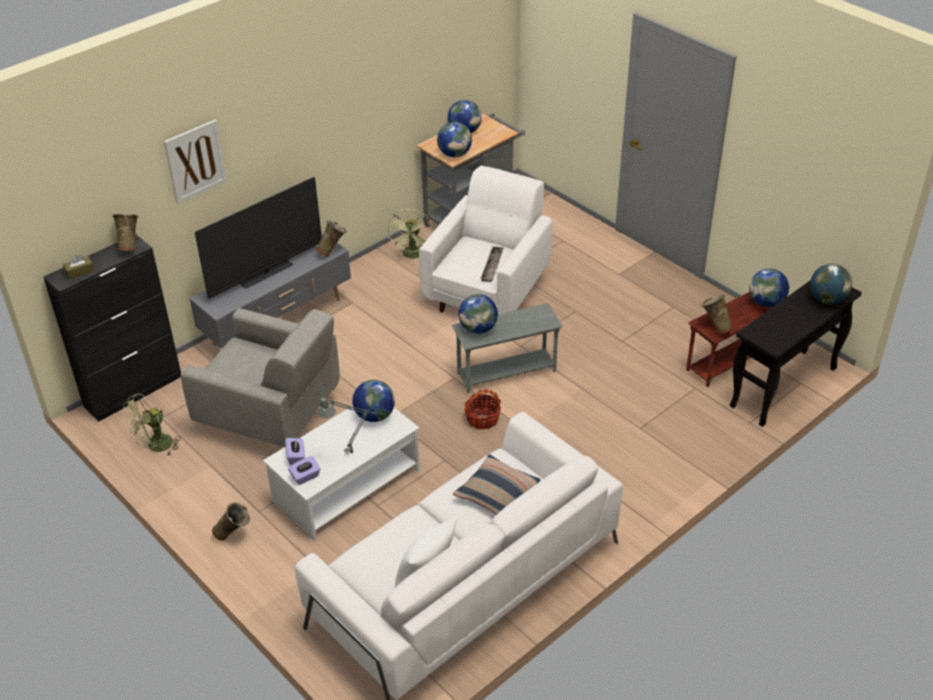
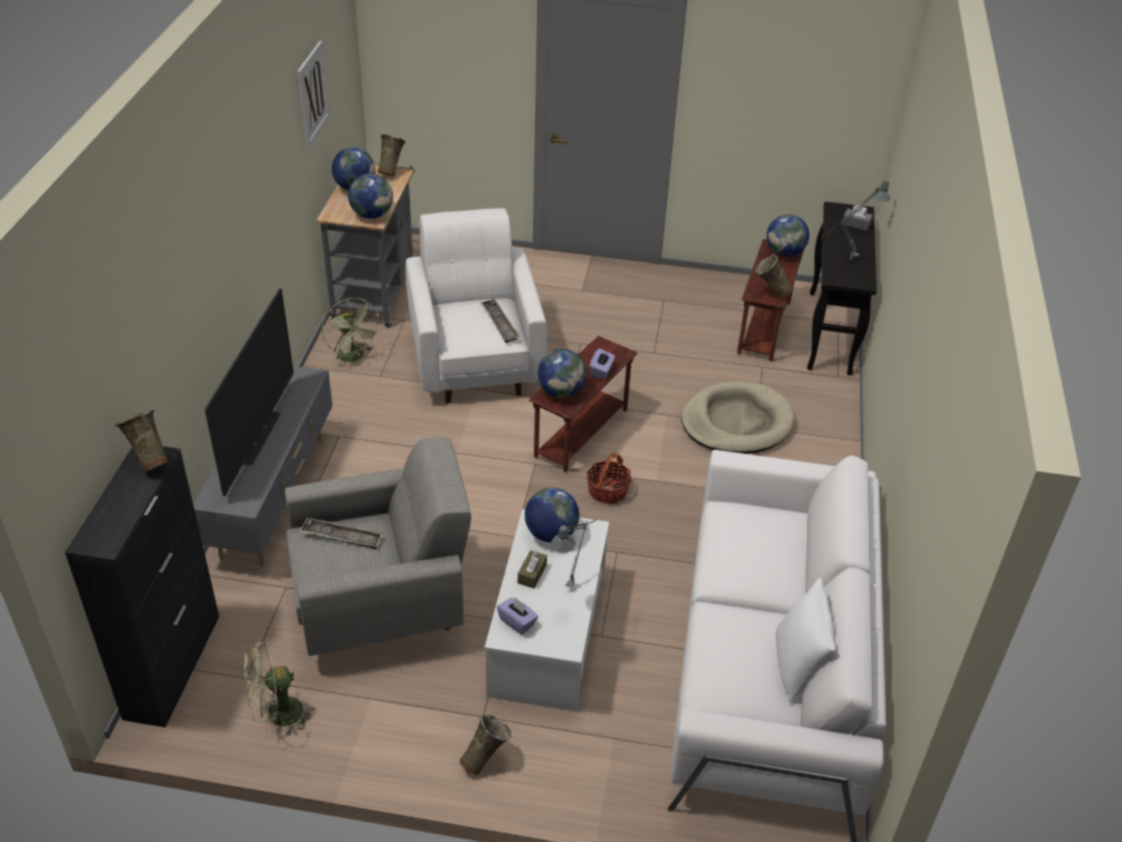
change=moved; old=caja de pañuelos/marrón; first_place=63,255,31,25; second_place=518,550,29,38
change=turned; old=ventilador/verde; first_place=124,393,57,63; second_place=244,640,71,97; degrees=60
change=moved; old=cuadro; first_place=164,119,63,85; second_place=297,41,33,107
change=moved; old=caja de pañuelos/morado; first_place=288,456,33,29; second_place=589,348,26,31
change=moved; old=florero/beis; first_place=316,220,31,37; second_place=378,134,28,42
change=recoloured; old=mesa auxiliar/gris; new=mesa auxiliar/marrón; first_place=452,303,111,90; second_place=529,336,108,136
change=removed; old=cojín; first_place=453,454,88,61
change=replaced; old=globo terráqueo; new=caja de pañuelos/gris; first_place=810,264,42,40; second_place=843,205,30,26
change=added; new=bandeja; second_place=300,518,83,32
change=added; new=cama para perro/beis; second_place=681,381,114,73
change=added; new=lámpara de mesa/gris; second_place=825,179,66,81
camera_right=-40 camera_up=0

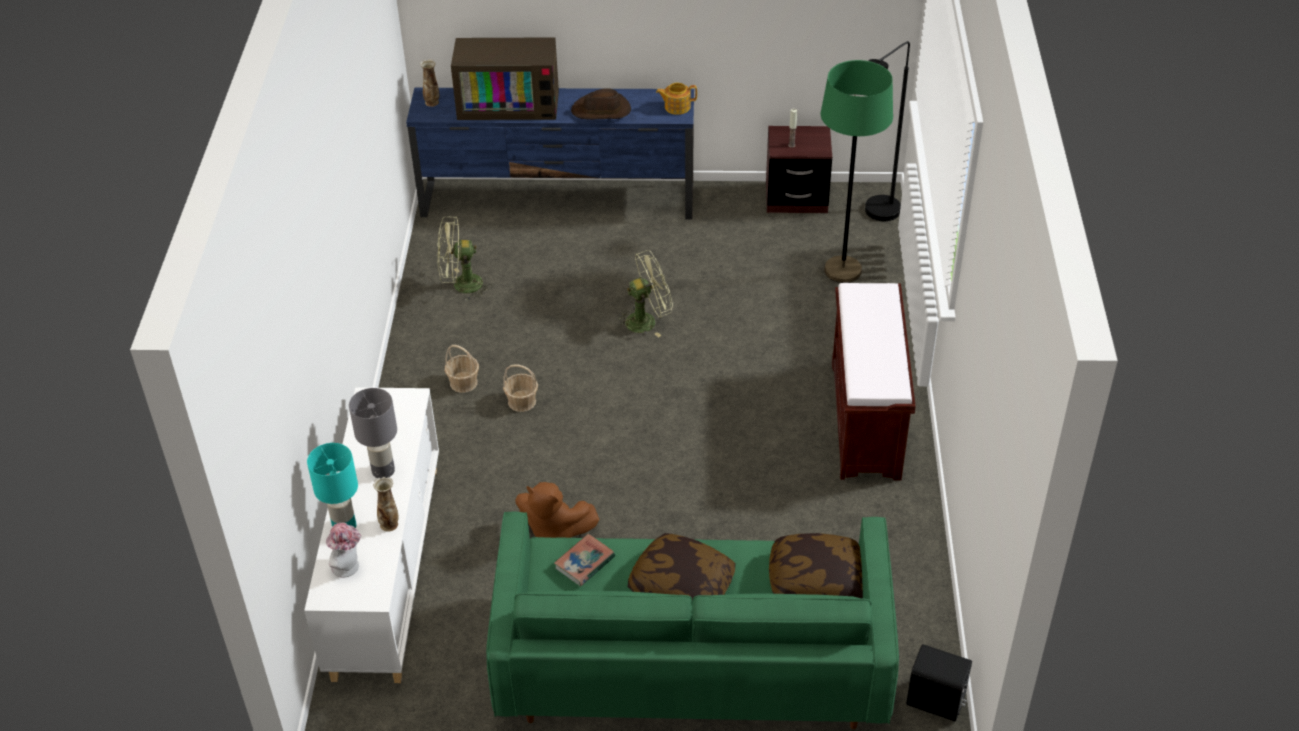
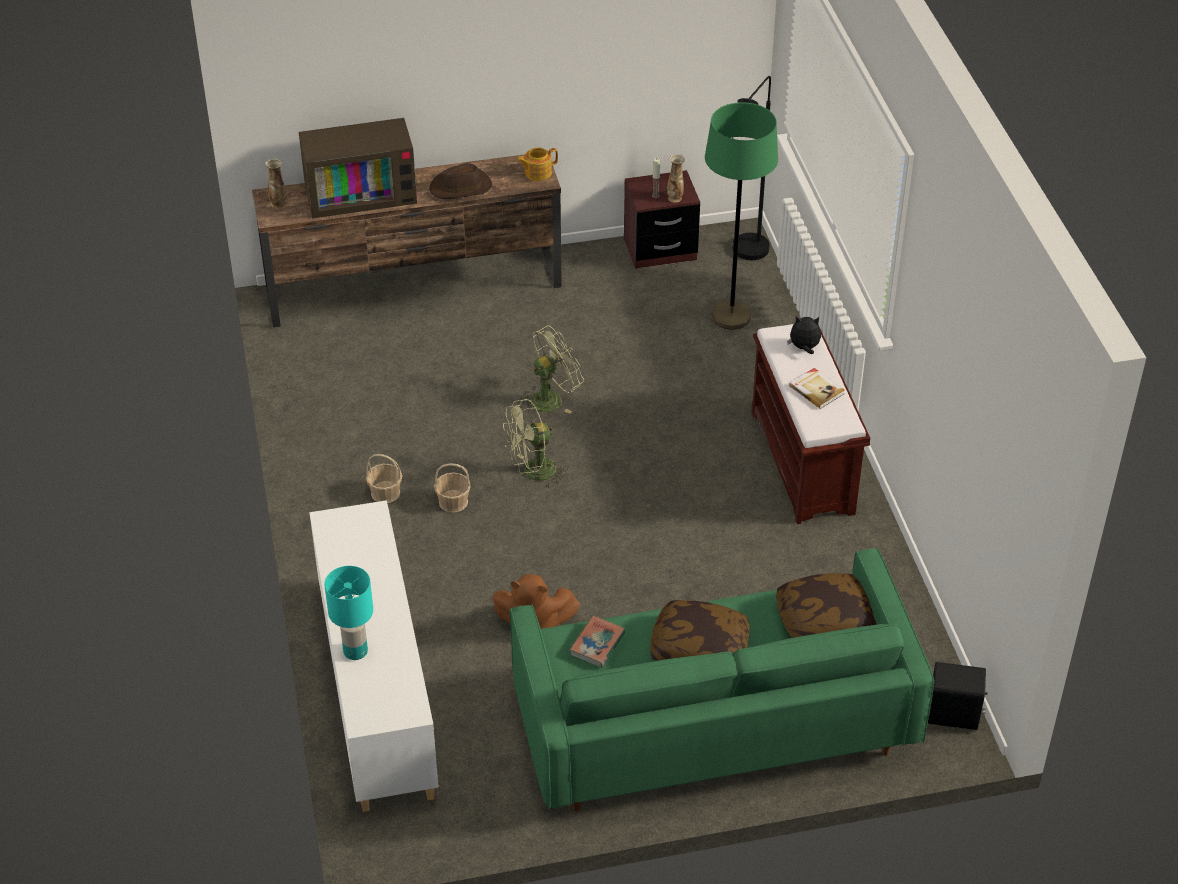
change=removed; old=sombrero; first_place=326,523,35,55
change=removed; old=lámpara de mesa/gris; first_place=349,388,48,90
change=moved; old=florero; first_place=373,477,26,55; second_place=667,154,18,49
change=recoloured; old=mueble de televisión/azul; new=mueble de televisión/marrón; first_place=406,88,288,132; second_place=252,154,310,174
change=moved; old=ventilador/verde; first_place=437,216,55,85; second_place=503,399,65,90
change=added; new=peluche; second_place=787,316,34,38
change=added; new=libro; second_place=789,368,56,41
camera_right=-15 camera_up=0

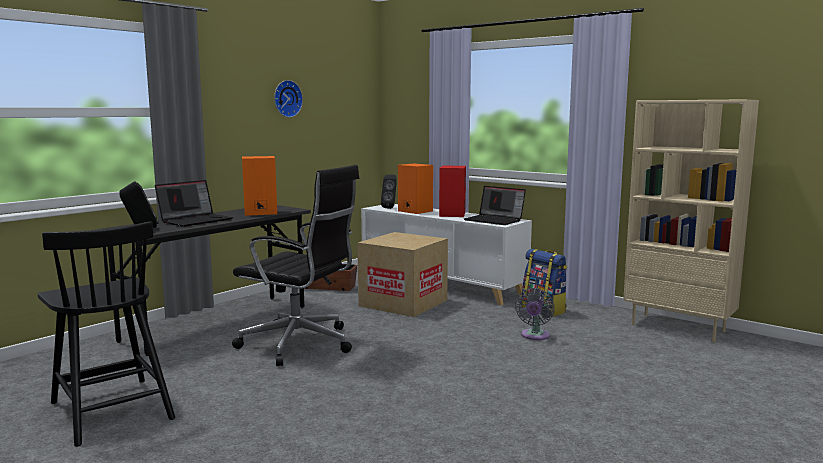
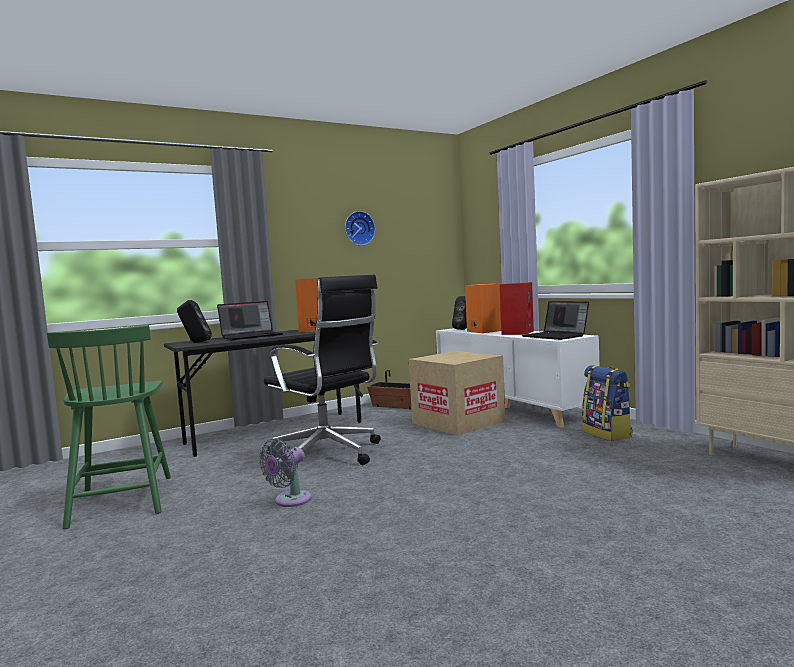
change=recoloured; old=silla/negro; new=silla/verde; first_place=38,221,137,226; second_place=47,325,124,204
change=moved; old=ventilador/gris; first_place=515,288,40,52; second_place=259,438,53,69
camera_right=20 camera_up=-5

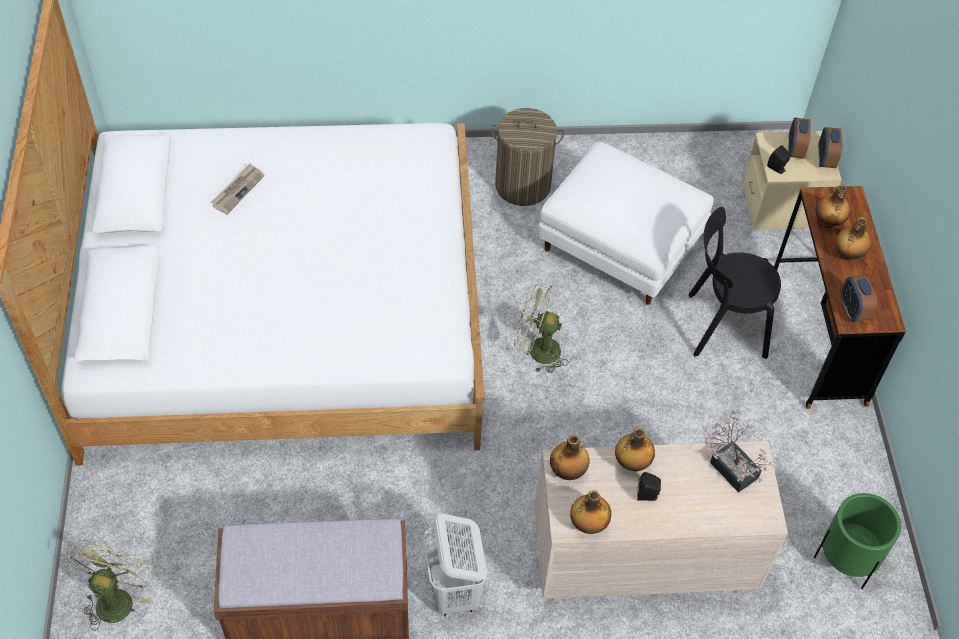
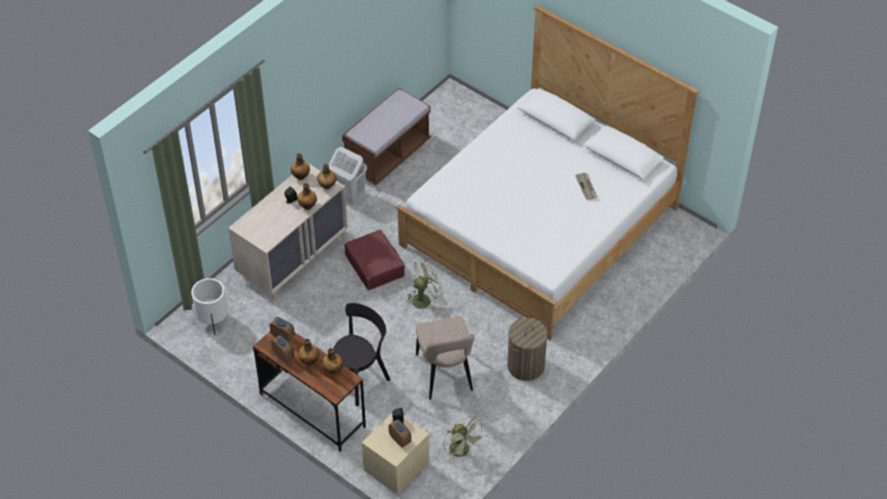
change=moved; old=ventilador/verde; first_place=66,542,86,89; second_place=444,416,42,46
change=replaced; old=puf/blanco; new=silla/beis; first_place=538,141,176,164; second_place=416,316,59,84
change=removed; old=planta en maceta; first_place=704,411,70,82
change=recoloured; old=maceta/verde; new=maceta/blanco; first_place=814,493,87,96; second_place=191,278,37,57
change=moved; old=despertador; first_place=818,127,24,41; second_place=271,335,23,28
change=added; new=maleta/rojo; second_place=344,230,61,60
camera_right=135 camera_up=-5

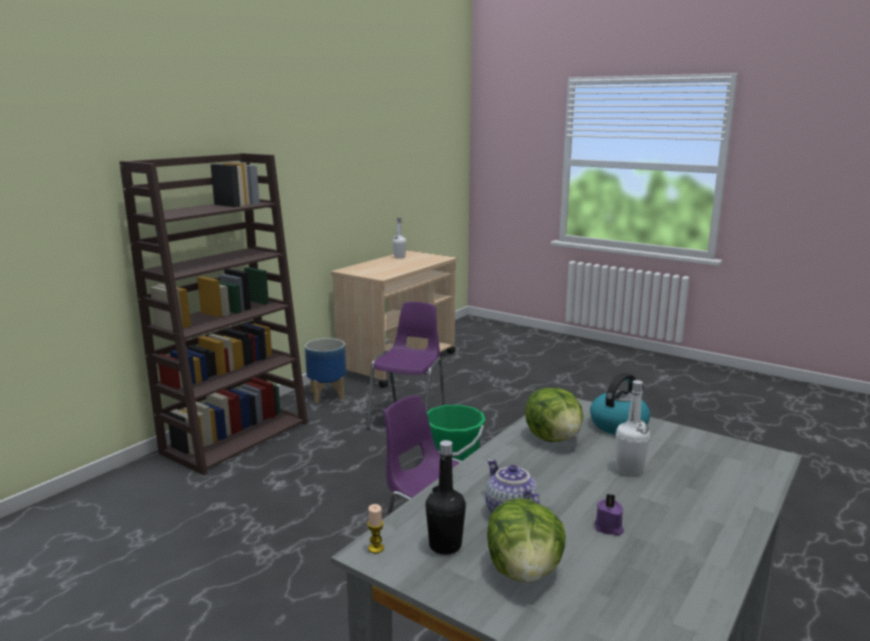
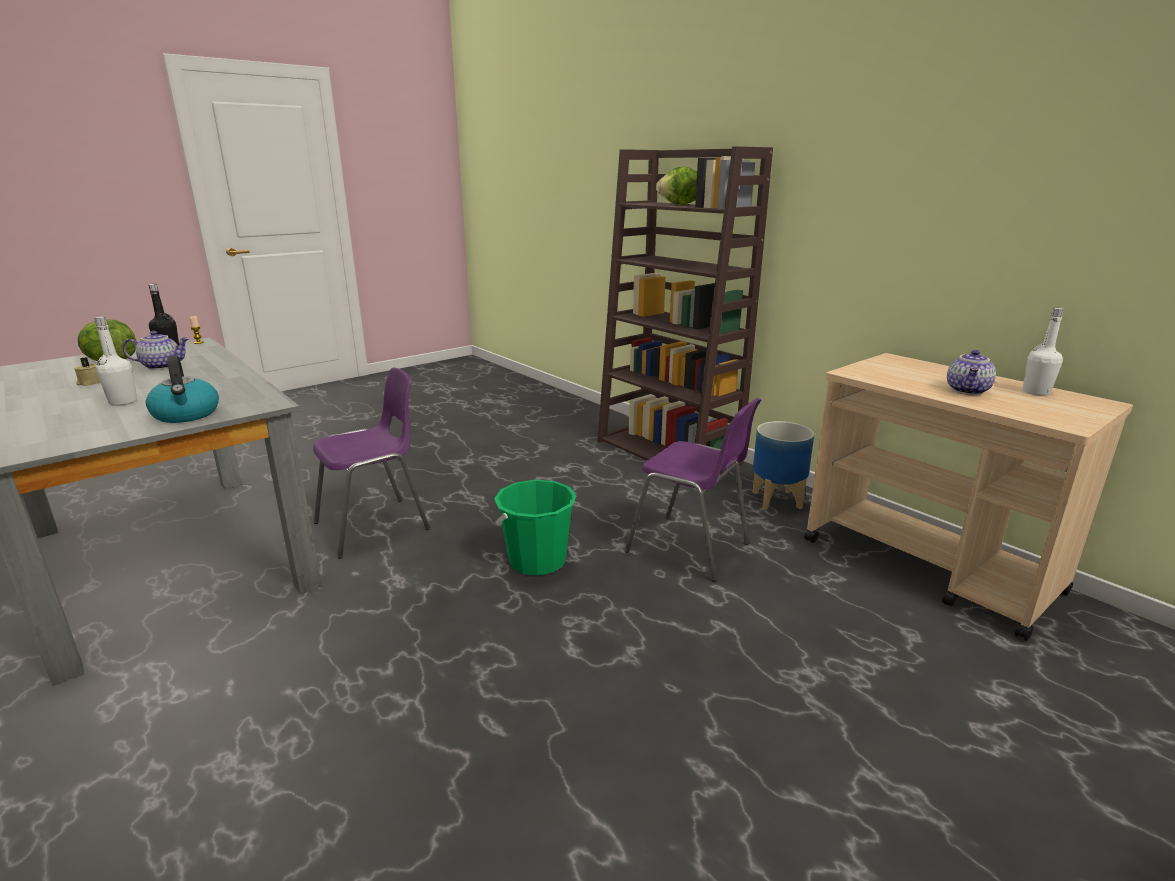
change=moved; old=lechuga; first_place=525,388,58,54; second_place=656,166,41,39
change=recoloured; old=vela/morado; new=vela/beis; first_place=595,494,29,42; second_place=75,357,25,29
change=added; new=tetera; second_place=947,350,49,45
camera_right=105 camera_up=5

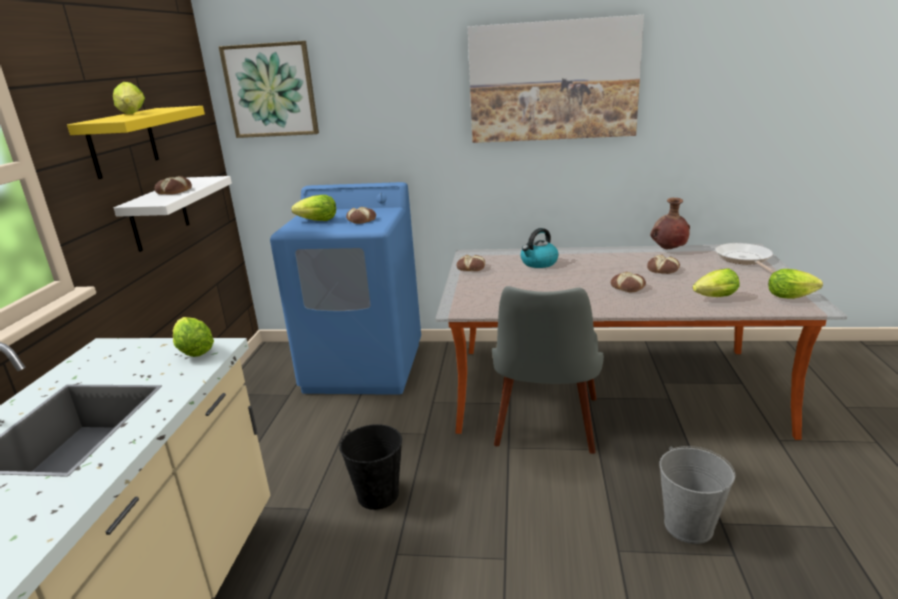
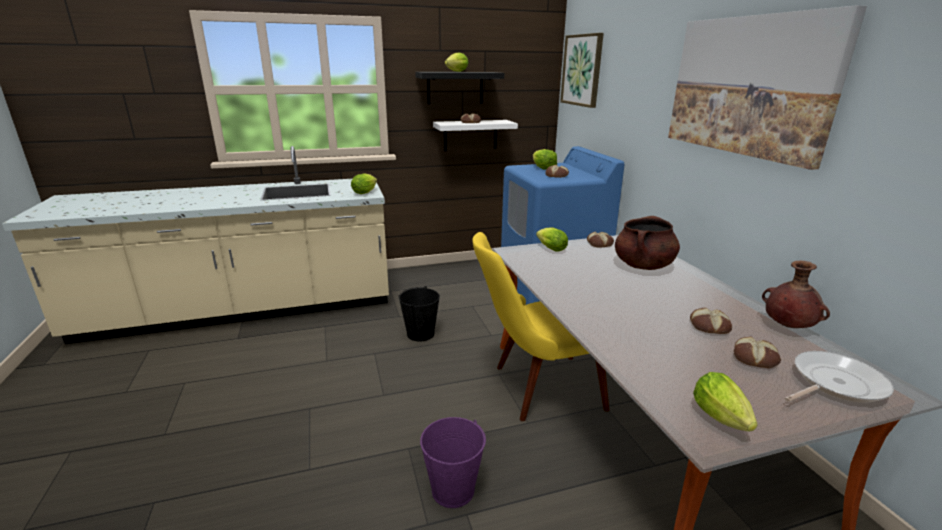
change=recoloured; old=estante/amarillo; new=estante/negro; first_place=67,106,138,73; second_place=415,72,89,32
change=recoloured; old=silla/gris; new=silla/amarillo; first_place=492,286,112,168; second_place=472,232,137,189
change=replaced; old=hervidor; new=olla/marrón; first_place=521,228,37,40; second_place=615,216,65,54
change=moved; old=pan; first_place=611,272,35,20; second_place=734,337,47,32
change=recoloured; old=cubo/gris; new=cubo/morado; first_place=659,446,76,98; second_place=420,417,66,91
change=moved; old=lechuga; first_place=693,269,46,28; second_place=536,228,32,24
camera_right=65 camera_up=0

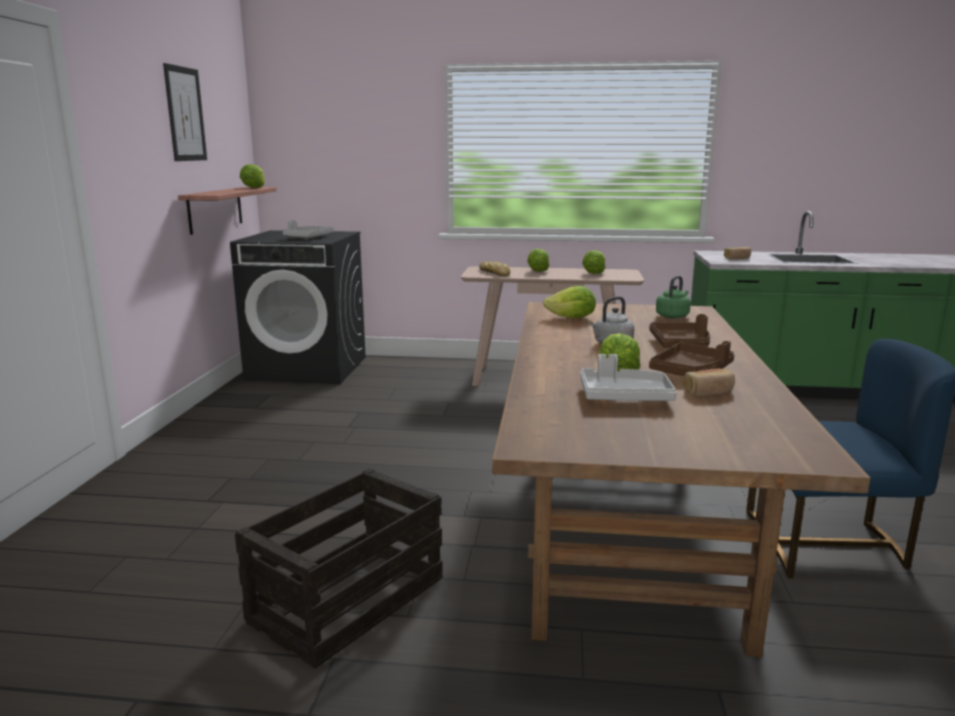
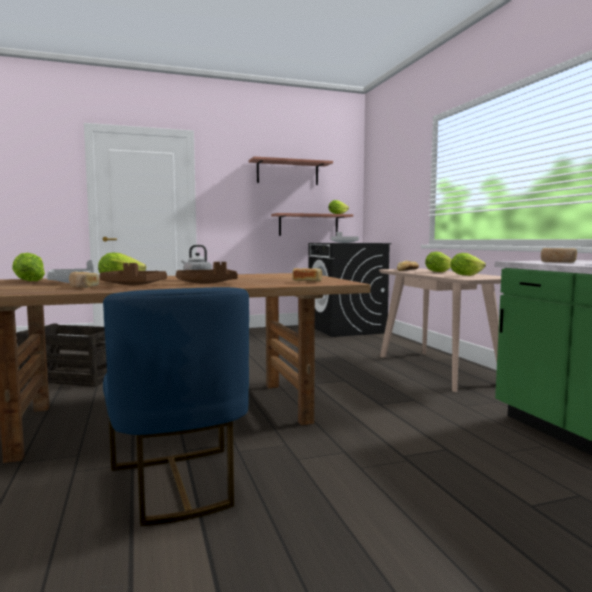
change=replaced; old=cuadro; new=estante; first_place=163,63,44,98; second_place=249,156,84,29
change=moved; old=lechuga; first_place=543,286,53,32; second_place=12,253,33,28
change=replaced; old=hervidor/verde; new=pan; first_place=656,276,35,42; second_place=292,268,30,14
camera_right=65 camera_up=-10

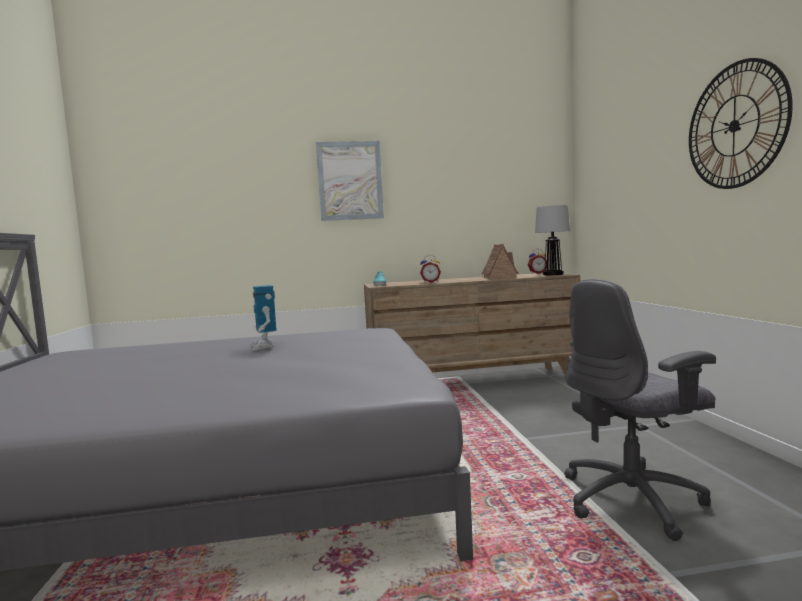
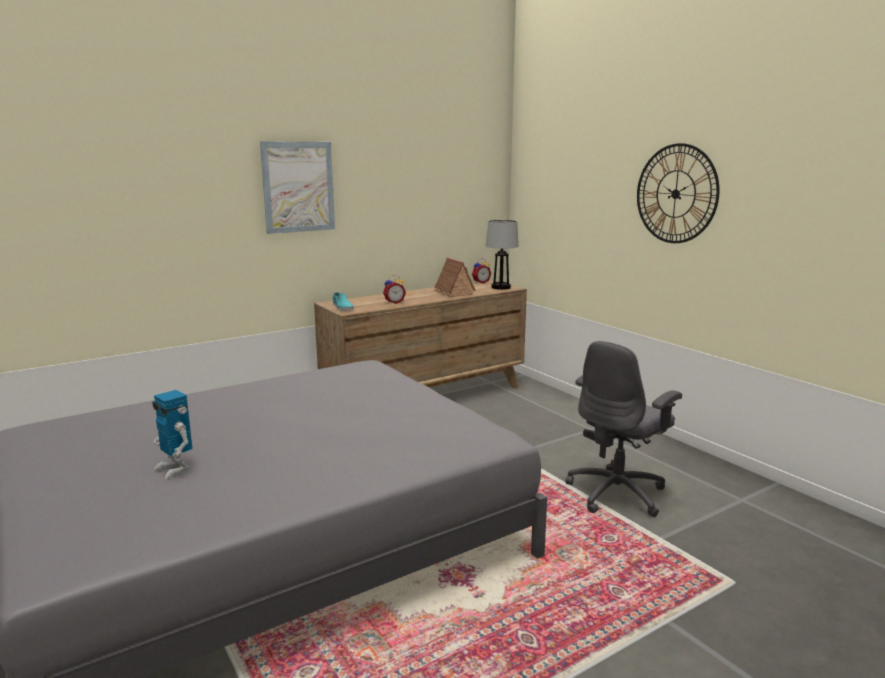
change=moved; old=robot de juguete; first_place=251,285,26,65; second_place=152,390,41,90
camera_right=-25 camera_up=10

